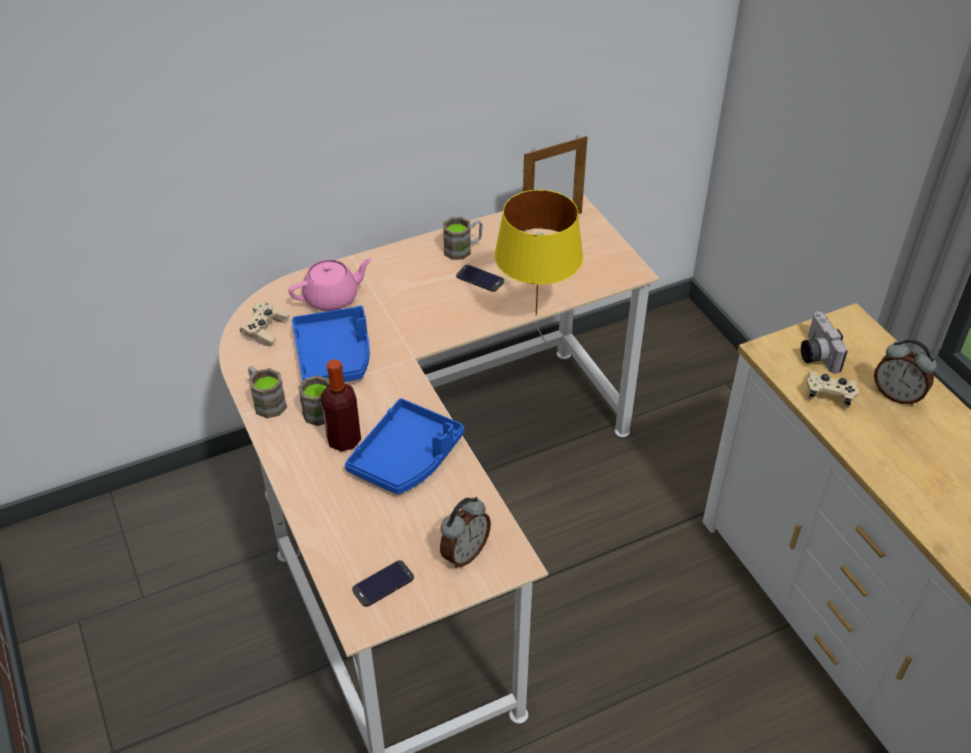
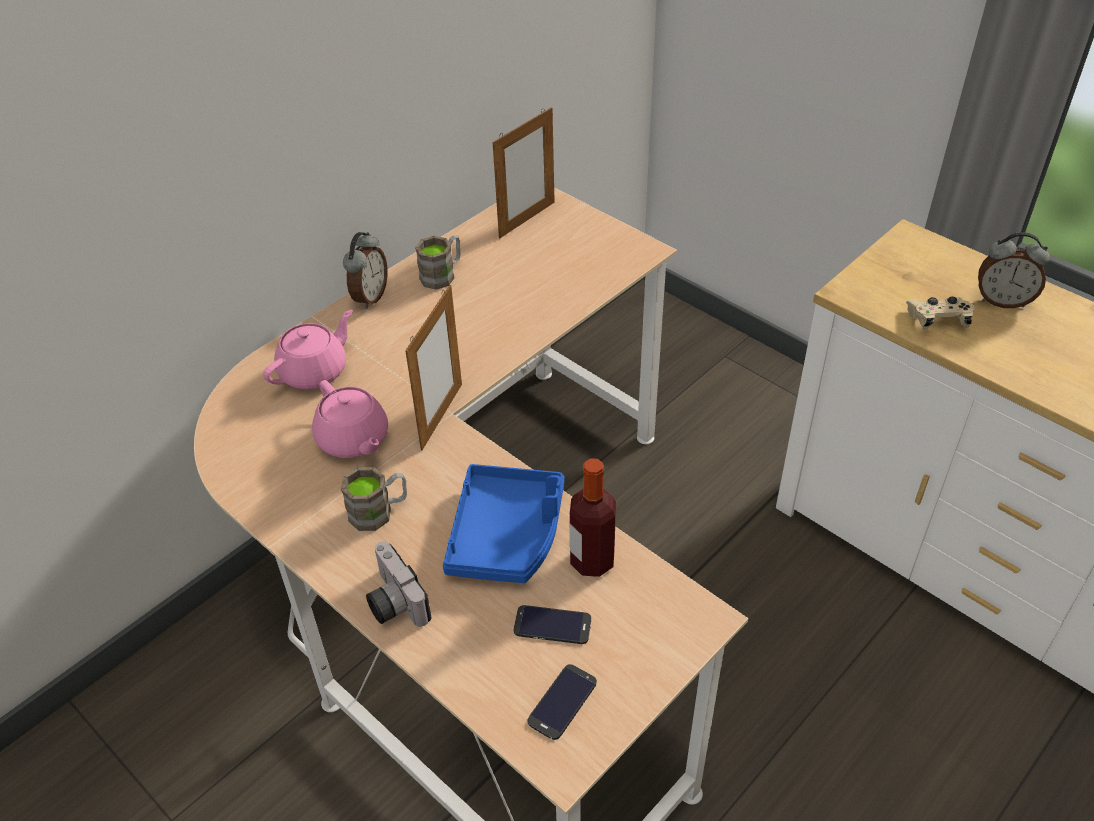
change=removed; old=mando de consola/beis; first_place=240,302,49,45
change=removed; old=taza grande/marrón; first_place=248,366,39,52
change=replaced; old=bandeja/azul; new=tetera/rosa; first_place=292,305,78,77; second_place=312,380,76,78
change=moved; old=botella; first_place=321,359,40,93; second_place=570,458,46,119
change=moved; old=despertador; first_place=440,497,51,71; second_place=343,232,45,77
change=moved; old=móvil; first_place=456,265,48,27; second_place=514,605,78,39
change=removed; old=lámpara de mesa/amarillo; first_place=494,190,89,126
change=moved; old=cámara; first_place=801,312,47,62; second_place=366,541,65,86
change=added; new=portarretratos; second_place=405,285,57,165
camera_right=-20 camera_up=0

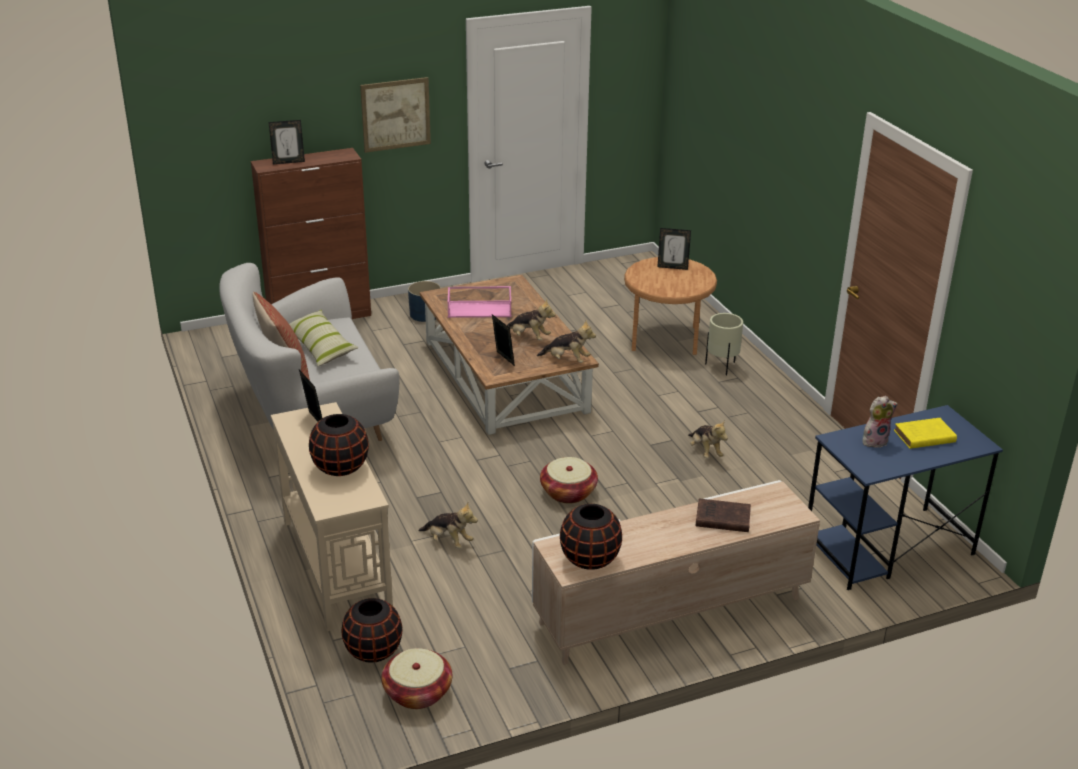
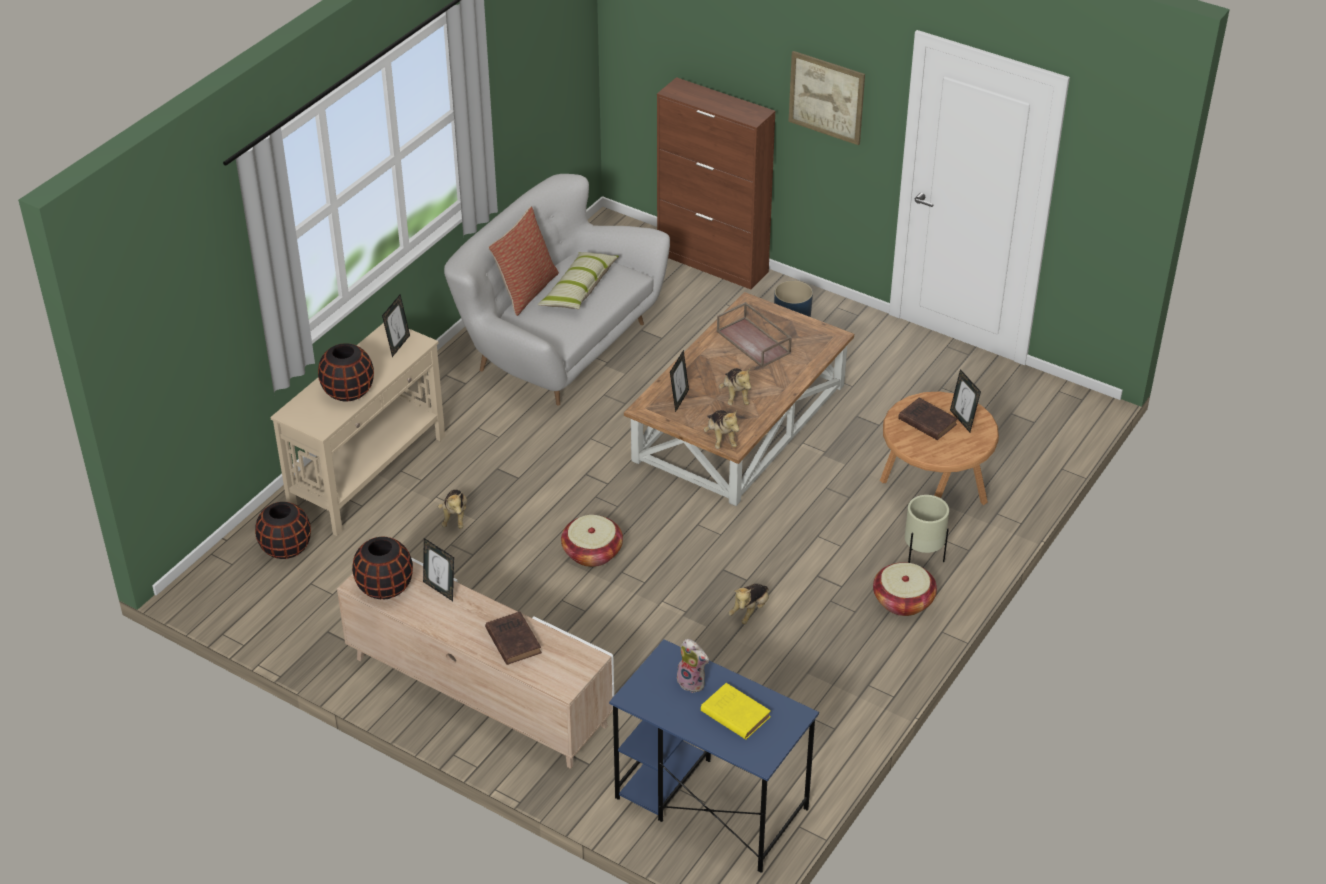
change=moved; old=portarretratos; first_place=269,120,36,44; second_place=423,538,31,63
change=moved; old=cesta; first_place=381,648,71,61; second_place=873,562,64,54
change=recoloured; old=bandeja/rosa; new=bandeja/marrón; first_place=448,286,64,32; second_place=717,302,75,66
change=added; new=libro/marrón; second_place=898,398,60,42
camera_right=55 camera_up=10

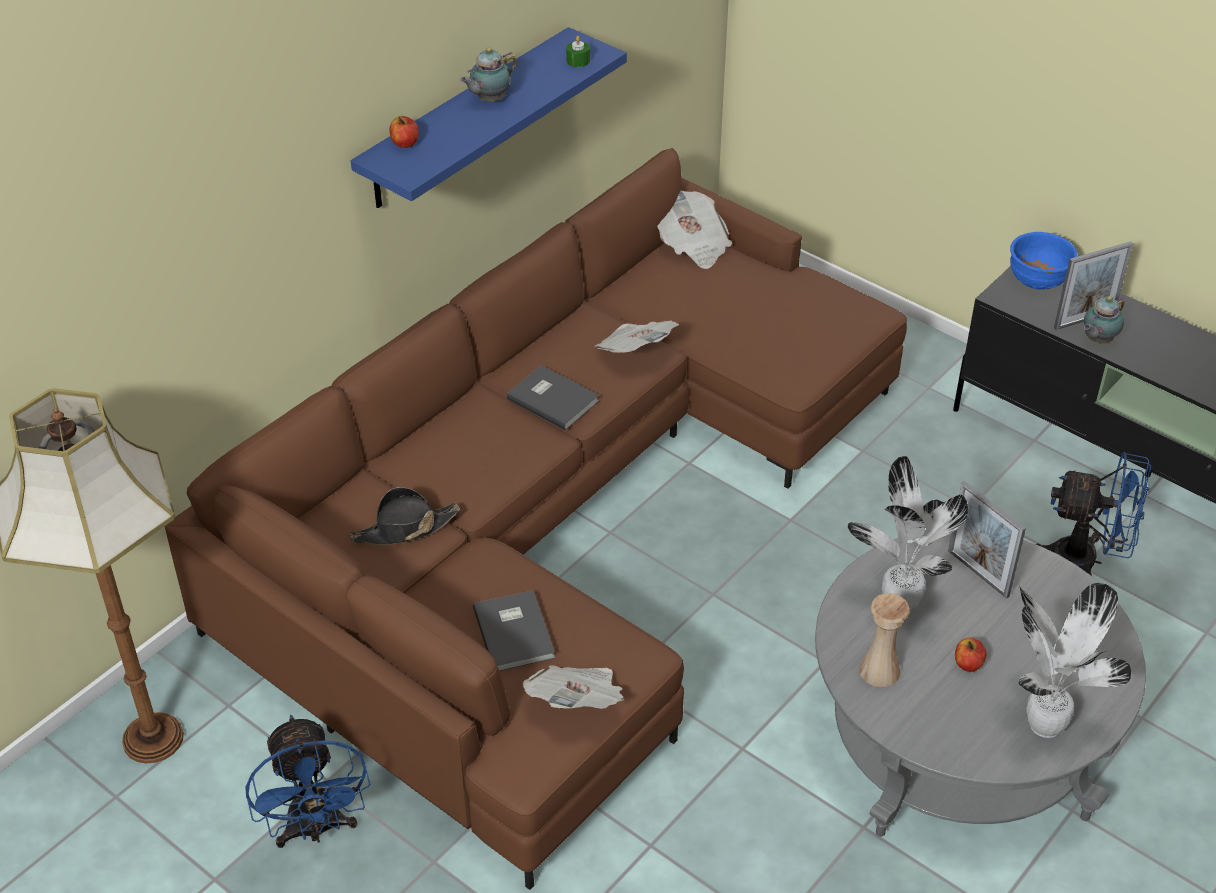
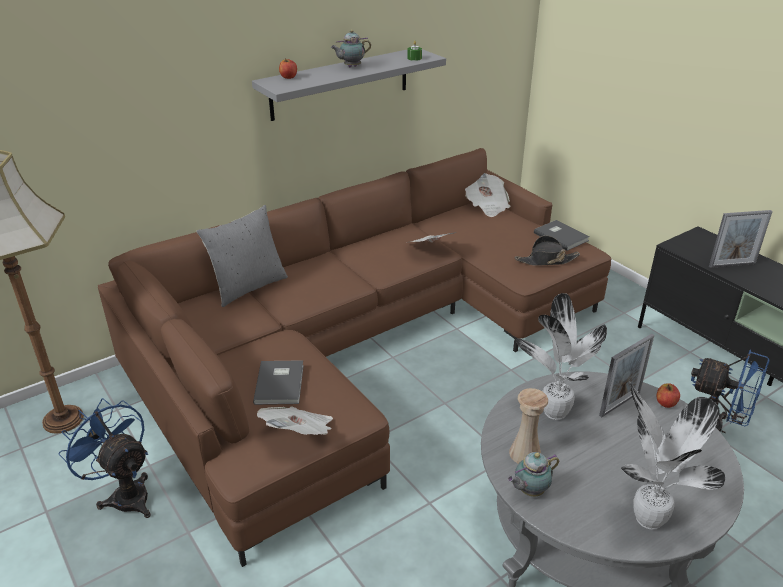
change=turned; old=ventilador/azul; first_place=245,715,125,133; second_place=58,398,93,120; degrees=135
change=moved; old=sombrero/negro; first_place=349,487,111,58; second_place=515,235,65,31
change=recoloured; old=estante/azul; new=estante/gris; first_place=351,27,276,181; second_place=252,49,194,72
change=moved; old=libro/gris; first_place=507,365,92,65; second_place=534,220,56,31
change=turned; old=portarretratos; first_place=948,481,78,118; second_place=599,334,55,83; degrees=-105
change=moved; old=manzana; first_place=955,638,32,34; second_place=656,383,24,25
change=removed; old=cuenco/azul; first_place=1010,232,68,57
change=moved; old=tetera; first_place=1084,296,40,48; second_place=507,452,52,45
change=added; new=cojín/gris; second_place=197,205,91,102
camera_right=15 camera_up=-10

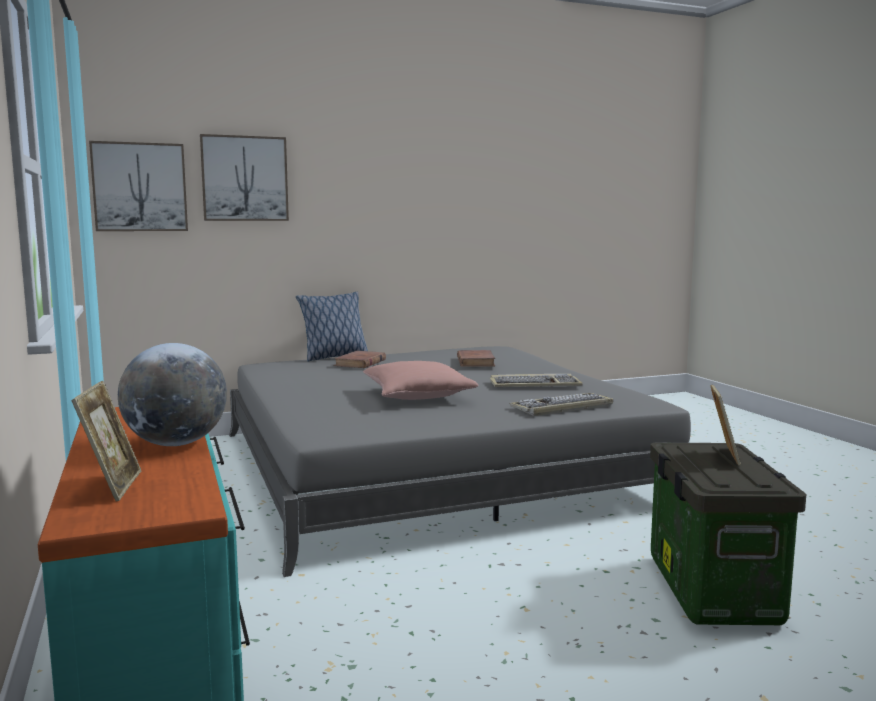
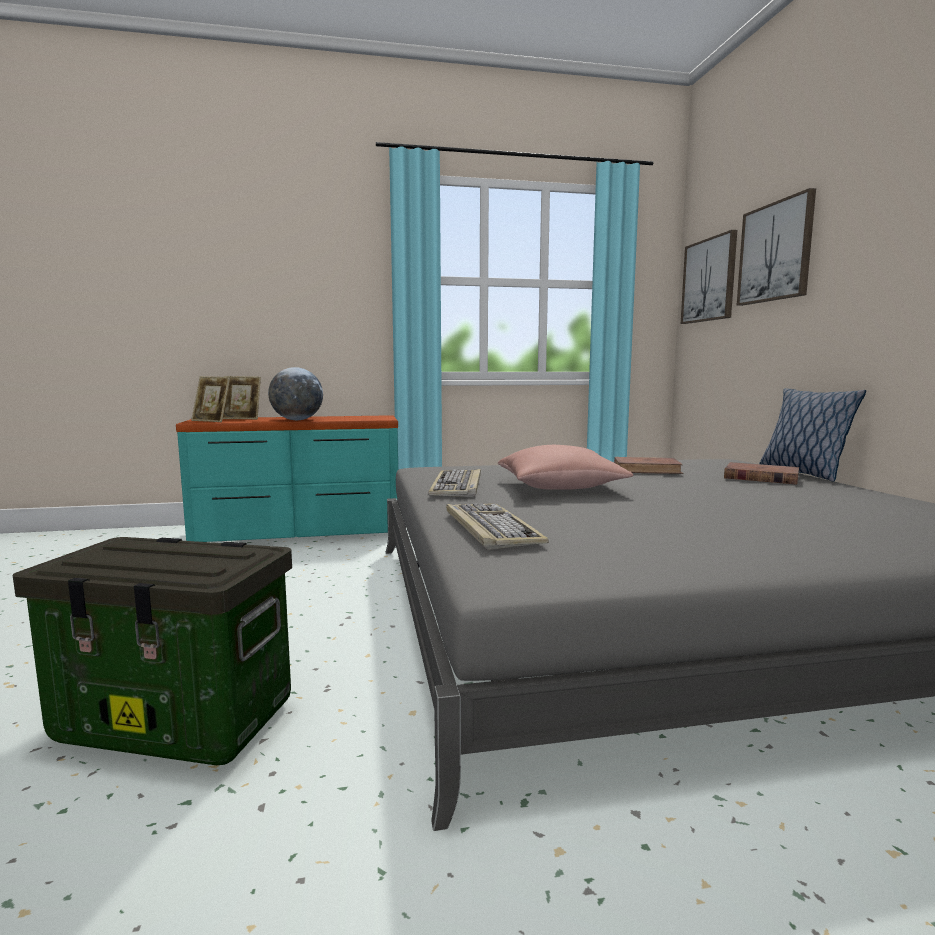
change=moved; old=libro/marrón; first_place=457,350,38,17; second_place=614,457,70,17
change=moved; old=teclado; first_place=489,374,94,13; second_place=428,469,53,28
change=moved; old=portarretratos; first_place=711,384,30,81; second_place=191,376,39,46
camera_right=100 camera_up=0

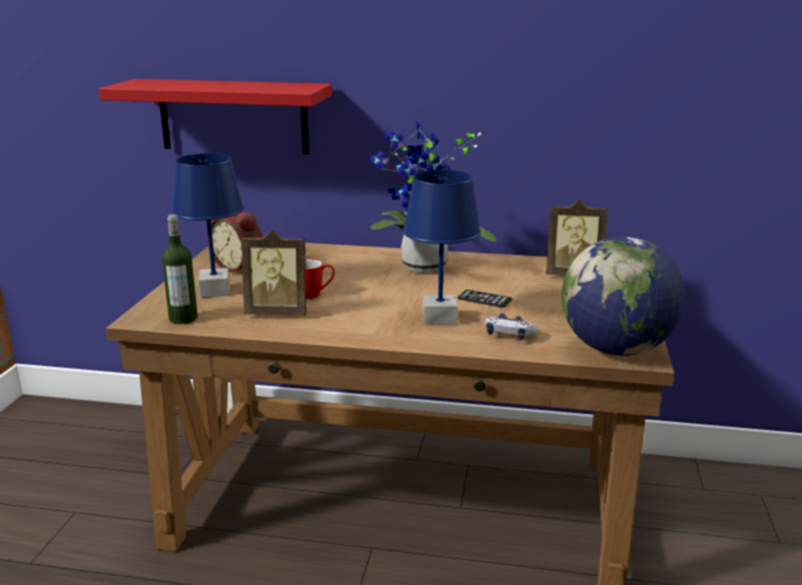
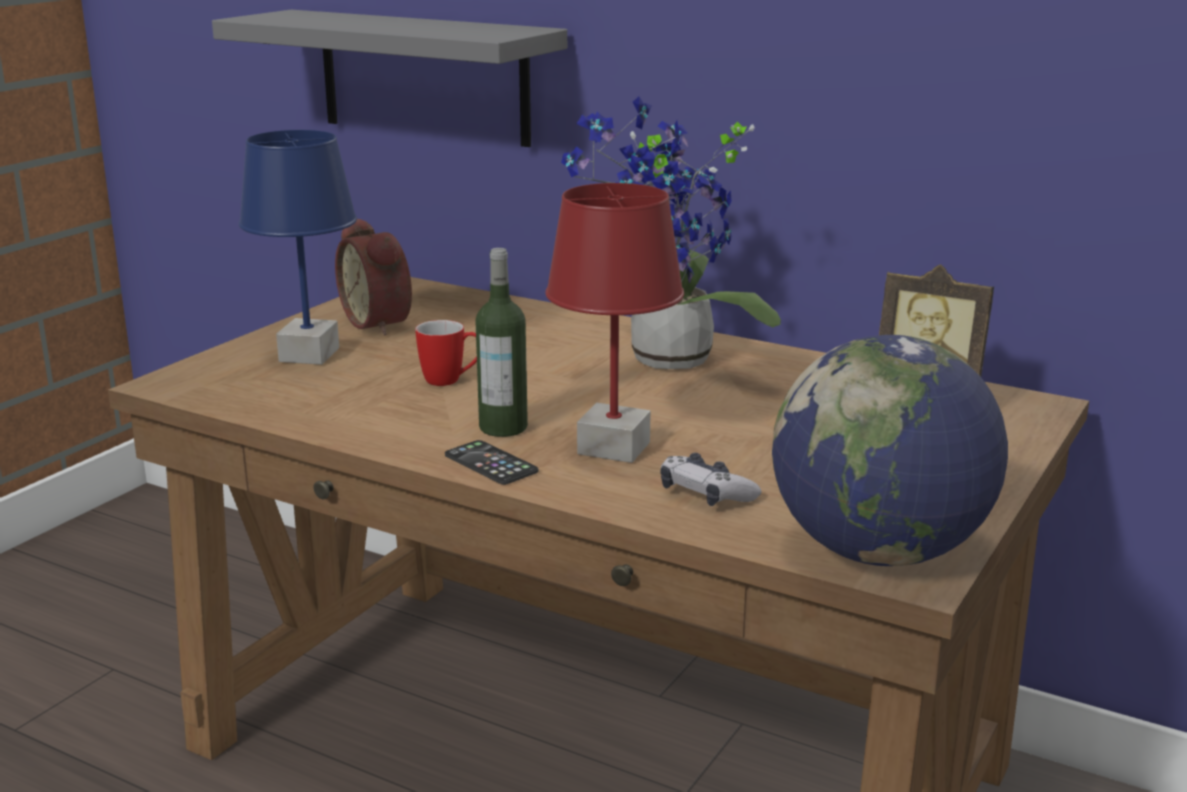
change=recoloured; old=estante/rojo; new=estante/gris; first_place=99,79,233,75; second_place=212,10,355,137
change=moved; old=botella; first_place=162,214,36,110; second_place=475,248,53,189
change=removed; old=portarretratos; first_place=241,230,65,86
change=recoloured; old=lámpara de mesa/azul; new=lámpara de mesa/rojo; first_place=403,170,78,155; second_place=545,183,139,280
change=moved; old=móvil; first_place=458,290,54,18; second_place=445,440,93,45
camera_right=20 camera_up=0

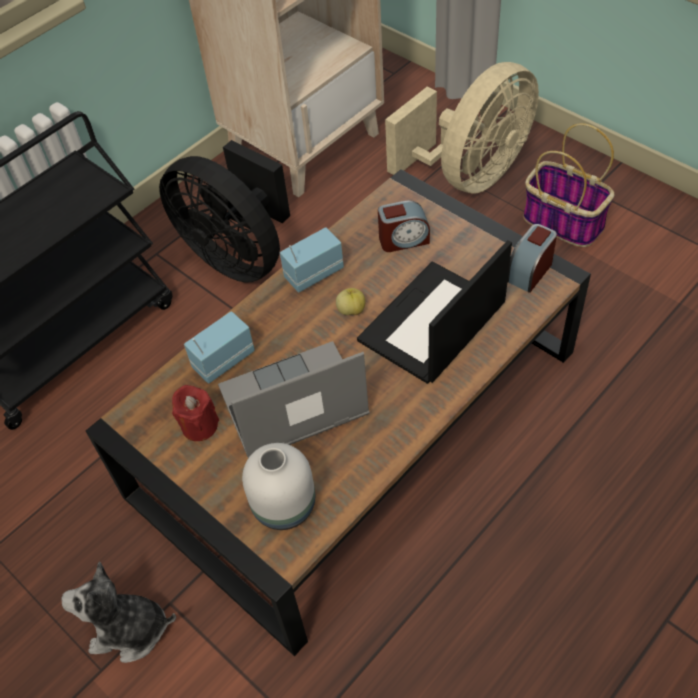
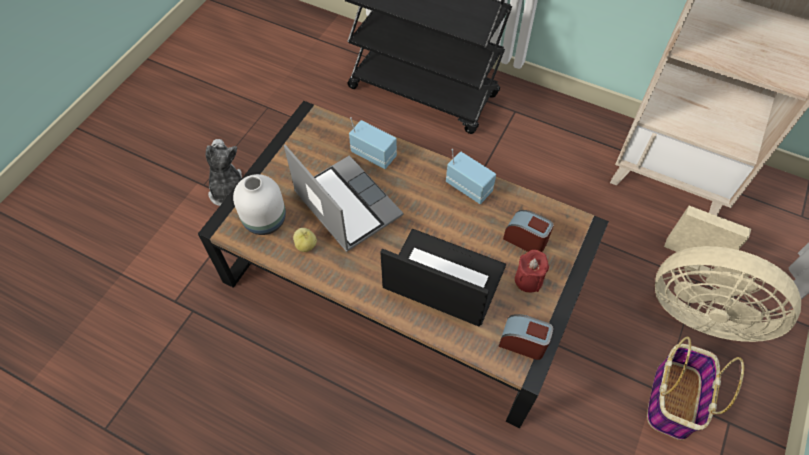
change=removed; old=ventilador/negro; first_place=159,140,131,143
change=moved; old=vela/rojo; first_place=172,385,47,56; second_place=515,250,34,43
change=moved; old=manzana; first_place=336,288,29,27; second_place=293,228,24,24
change=turned; old=despertador; first_place=378,200,52,52; second_place=503,210,51,42; degrees=150
camera_right=70 camera_up=5

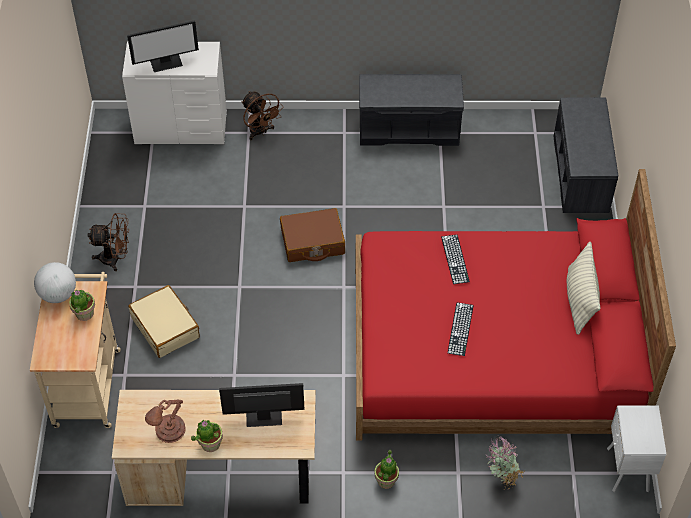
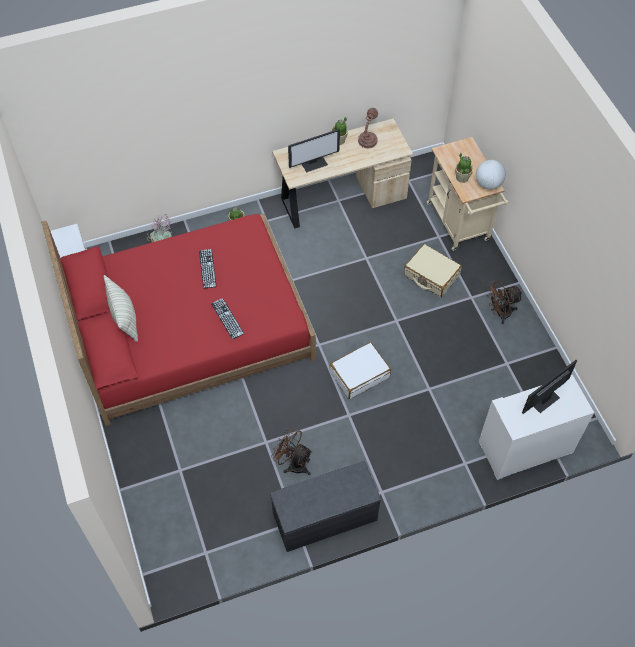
change=moved; old=ventilador/marrón; first_place=241,91,42,49; second_place=271,426,42,49
change=recoloured; old=maleta/marrón; new=maleta/blanco; first_place=280,208,65,54; second_place=330,342,61,57
change=removed; old=banco/gris; first_place=553,97,65,116
camera_right=160 camera_up=5

